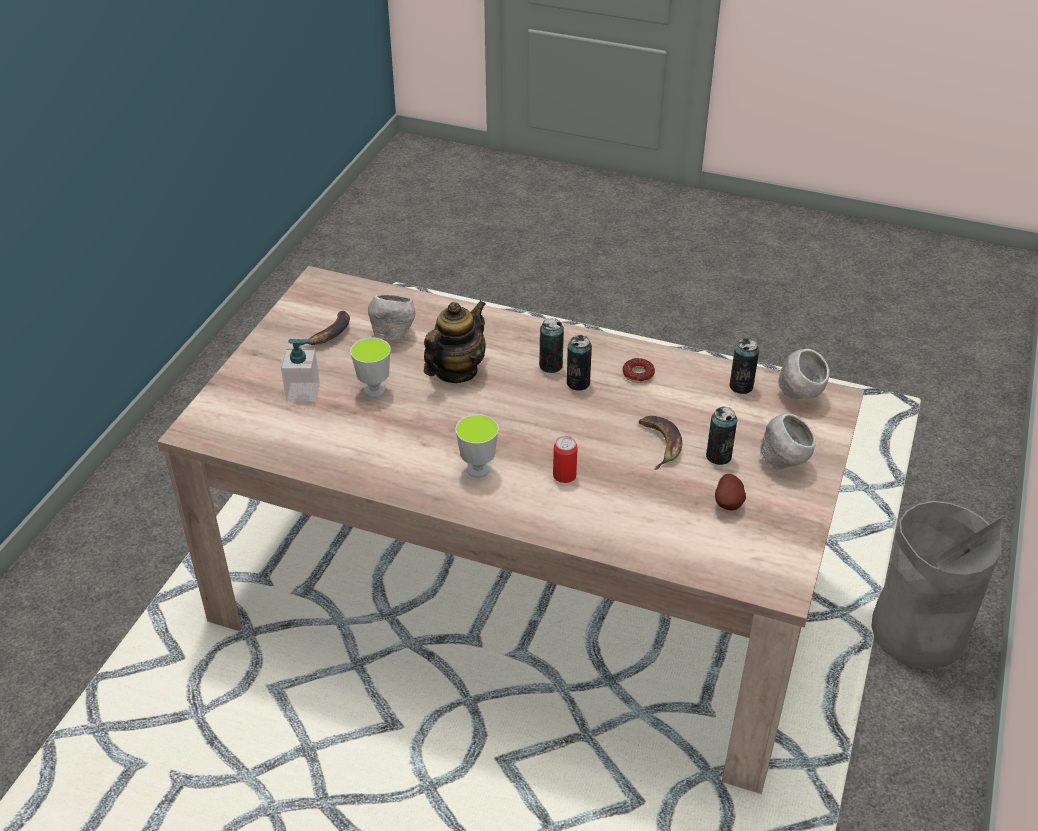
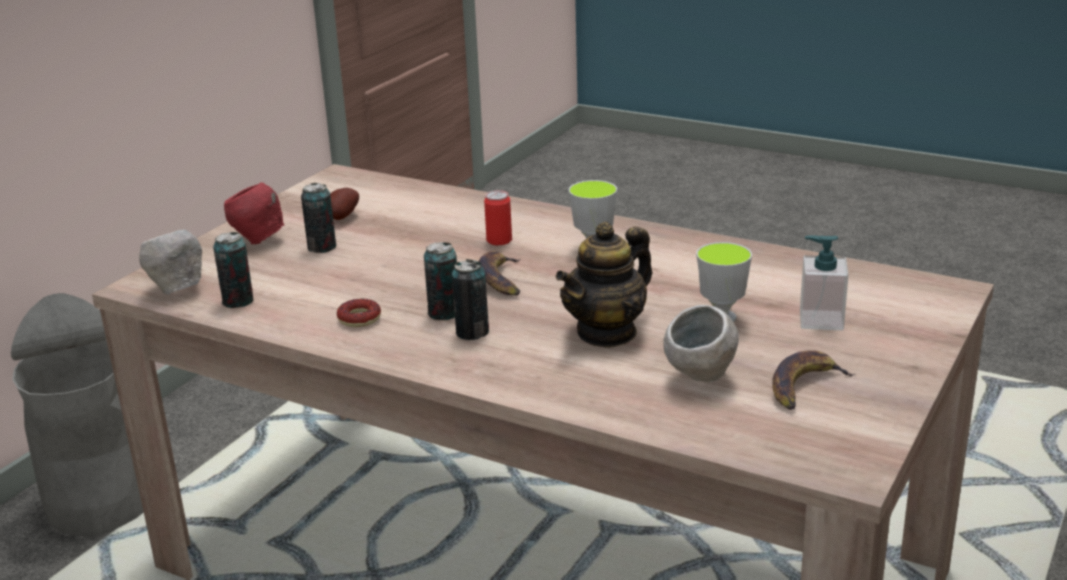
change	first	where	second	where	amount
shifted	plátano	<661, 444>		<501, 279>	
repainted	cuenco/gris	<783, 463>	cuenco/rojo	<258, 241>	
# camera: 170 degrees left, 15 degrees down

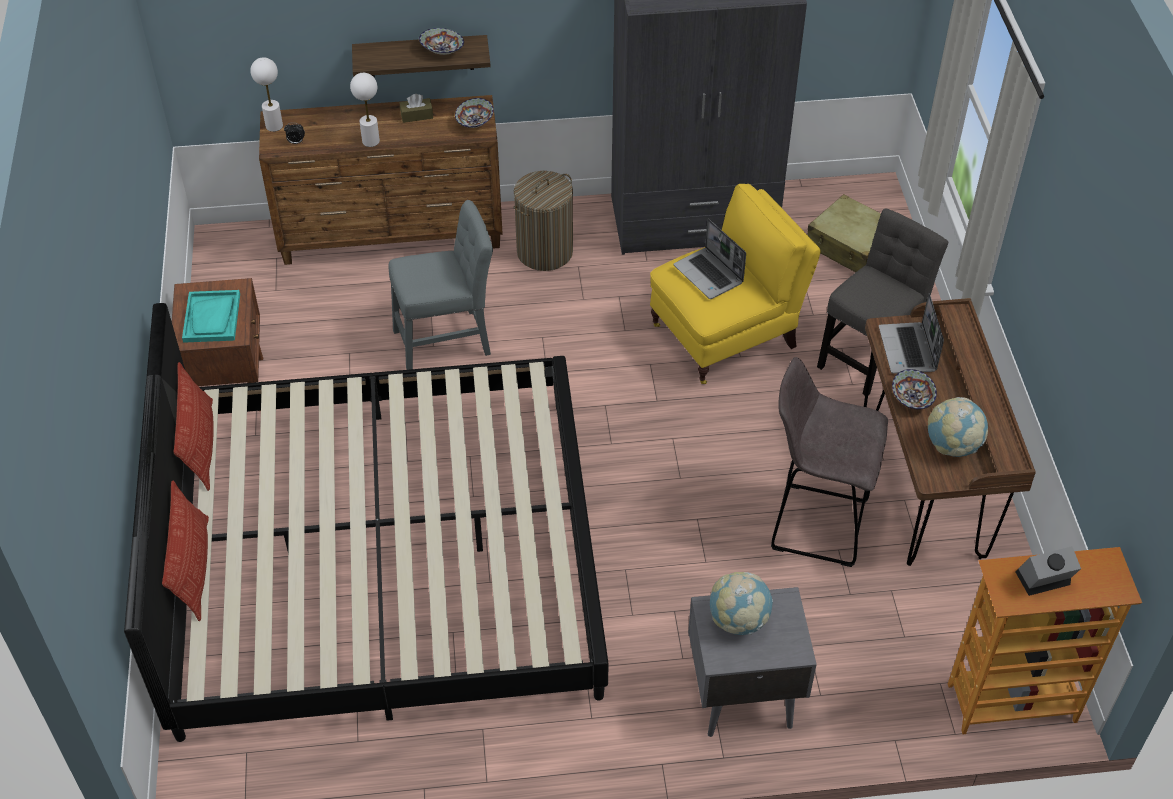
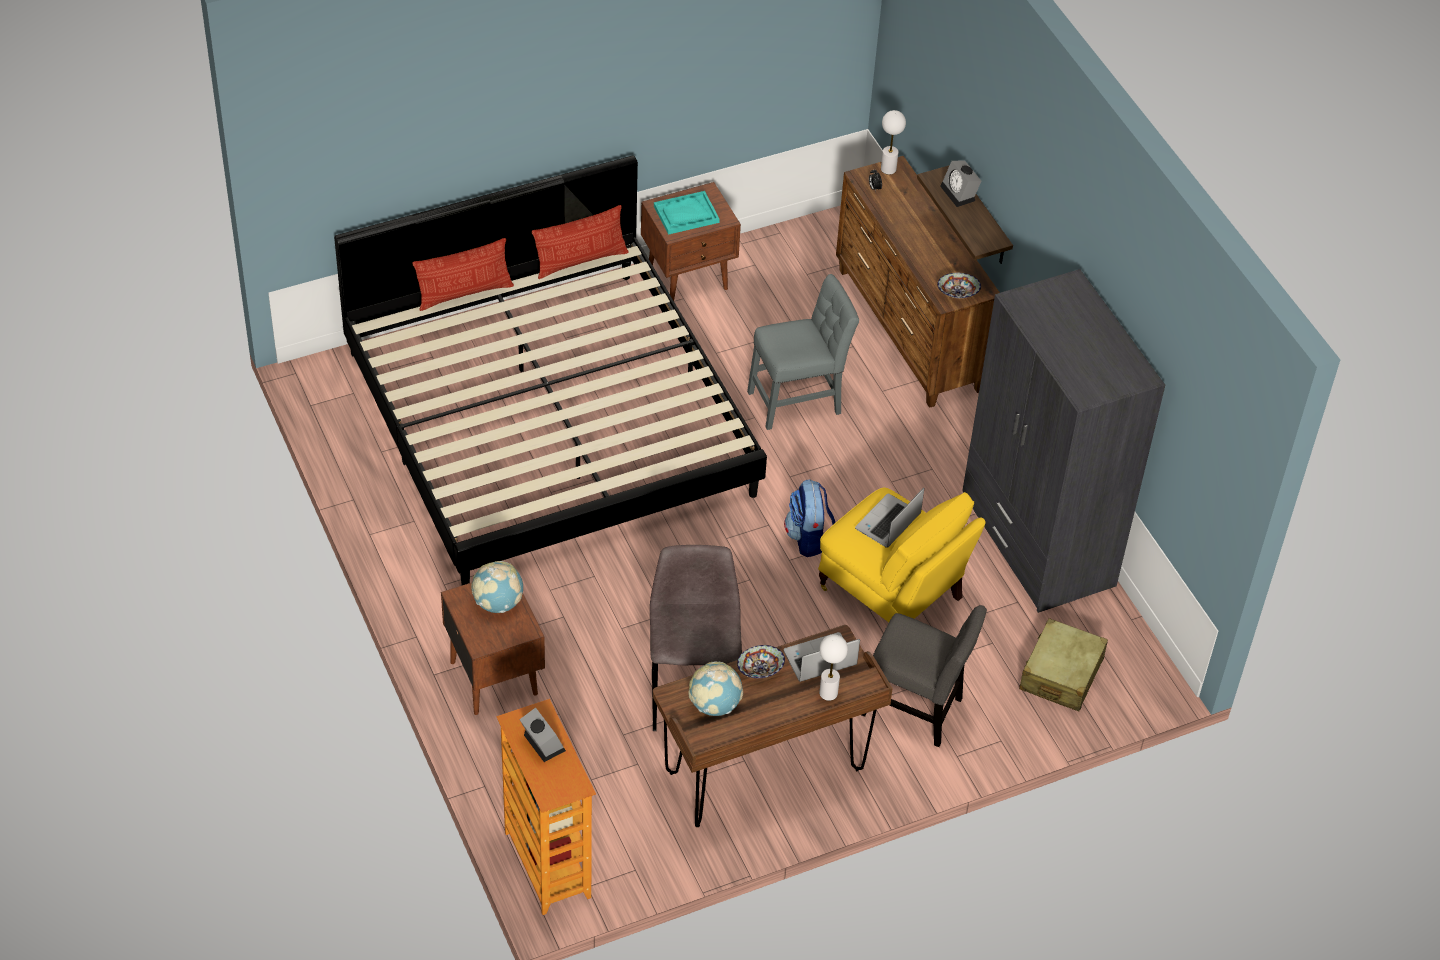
change	first	where	second	where	amount
shifted	lámpara de mesa/blanco	<371, 141>		<828, 693>	
rotated	silla/gris	<447, 340>		<799, 400>	75 degrees counterclockwise
gone	caja de pañuelos/marrón	<417, 115>			
gone	cuenco	<442, 51>			
gone	cesto de la ropa	<545, 251>			
repainted	mesita de noche/gris	<741, 696>	mesita de noche/marrón	<494, 676>	
new			mochila	<808, 538>	
new			despertador	<960, 193>	
# camera: 70 degrees right, 0 degrees up

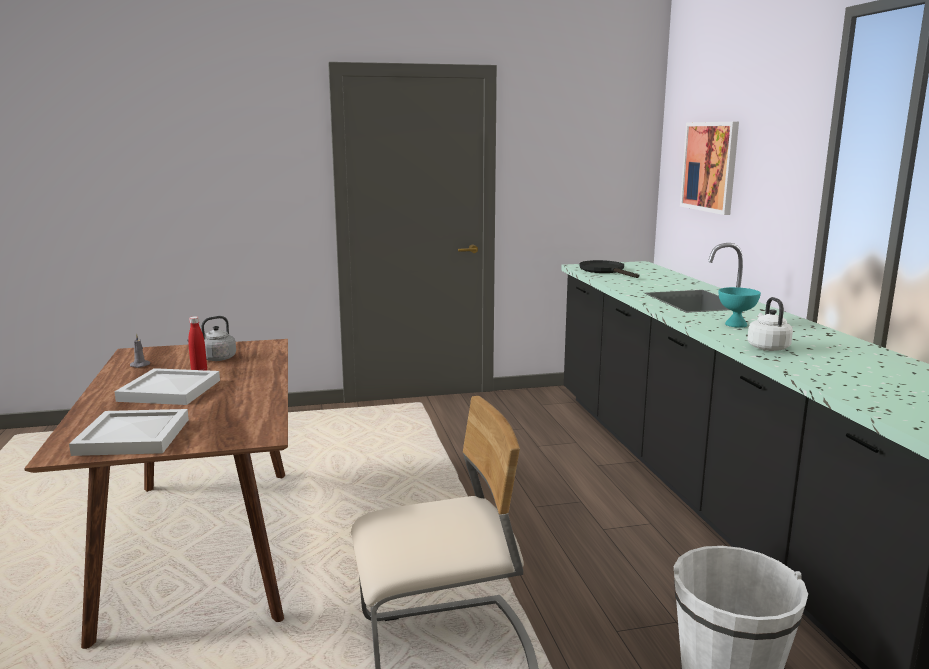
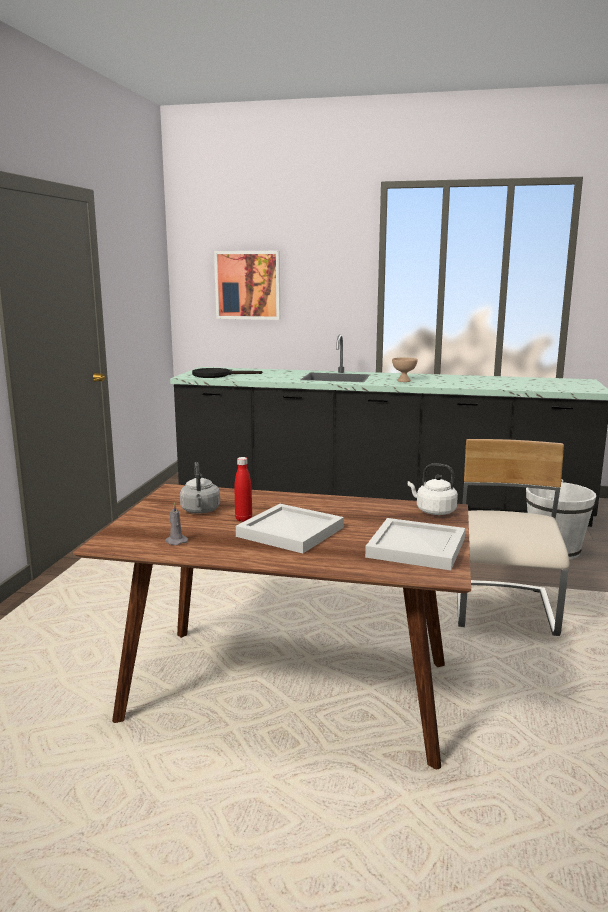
change	first	where	second	where	amount
repainted	cuenco/turquesa	<735, 324>	cuenco/beis	<403, 381>	
shifted	hervidor/blanco	<767, 347>		<433, 511>	
# camera: 65 degrees left, 0 degrees up

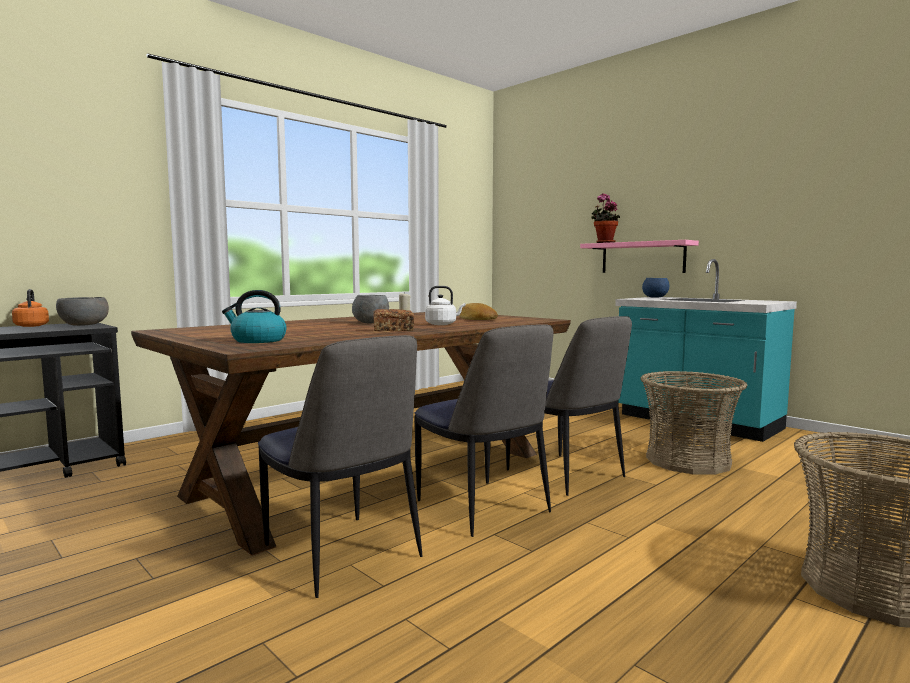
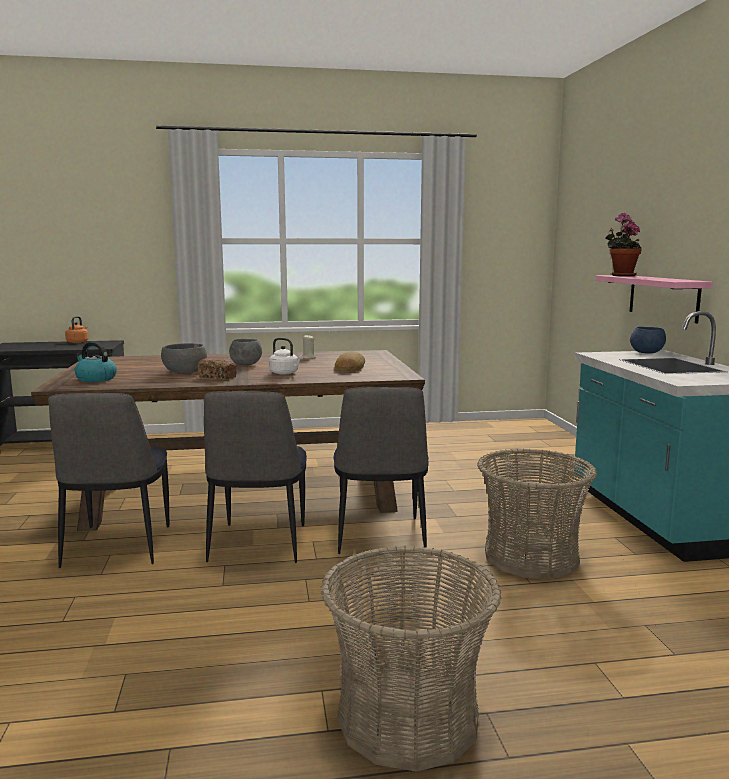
change	first	where	second	where	amount
shifted	cuenco/gris	<84, 324>		<185, 372>	
# camera: 35 degrees right, 5 degrees up

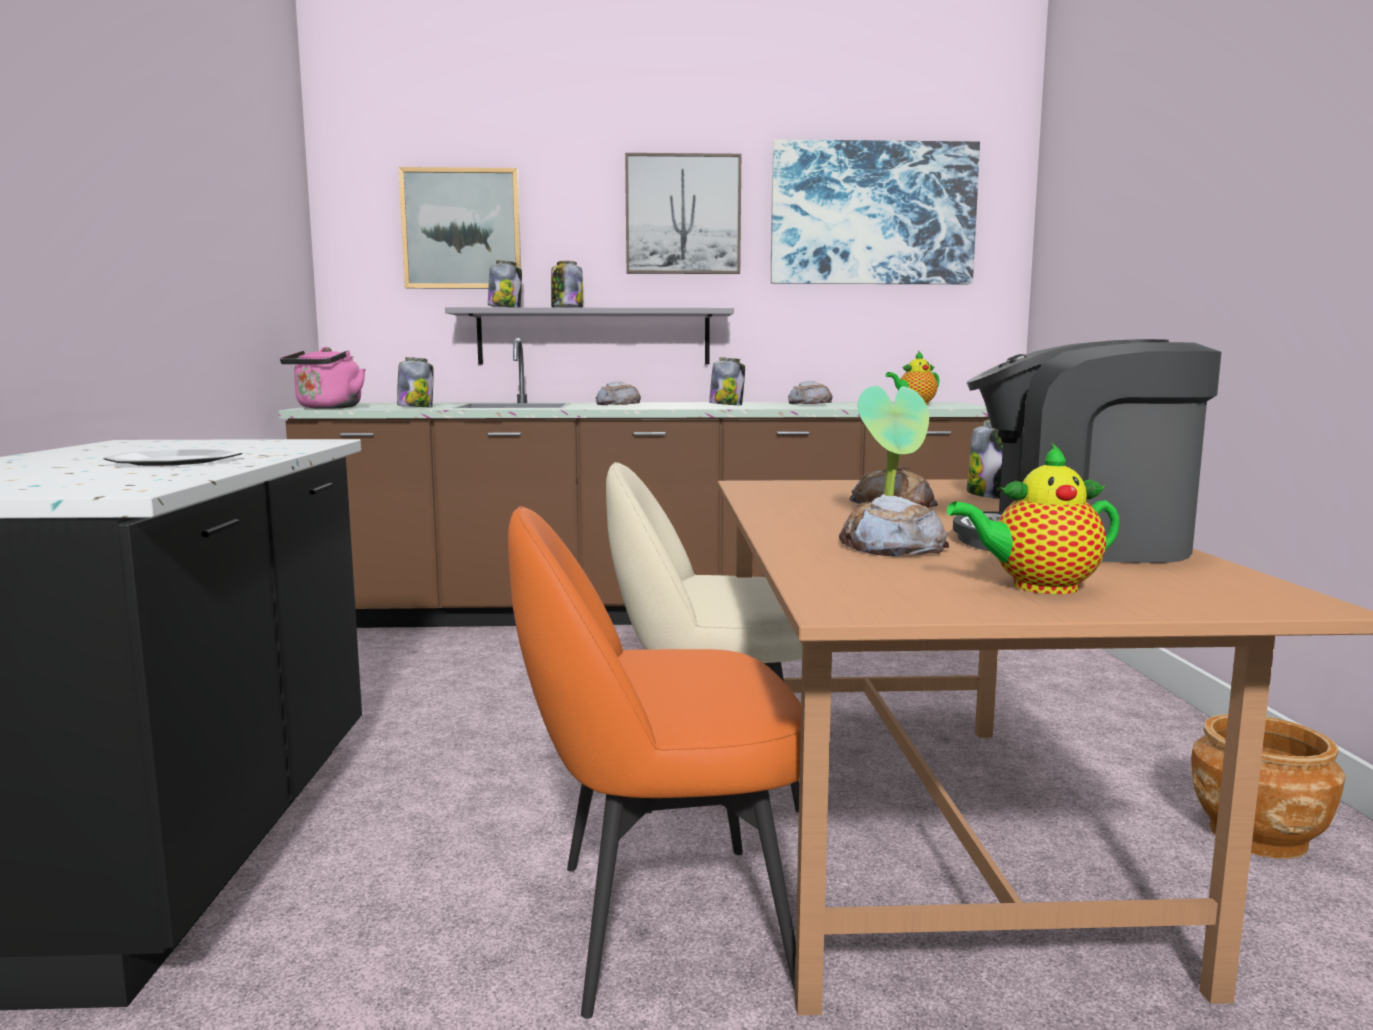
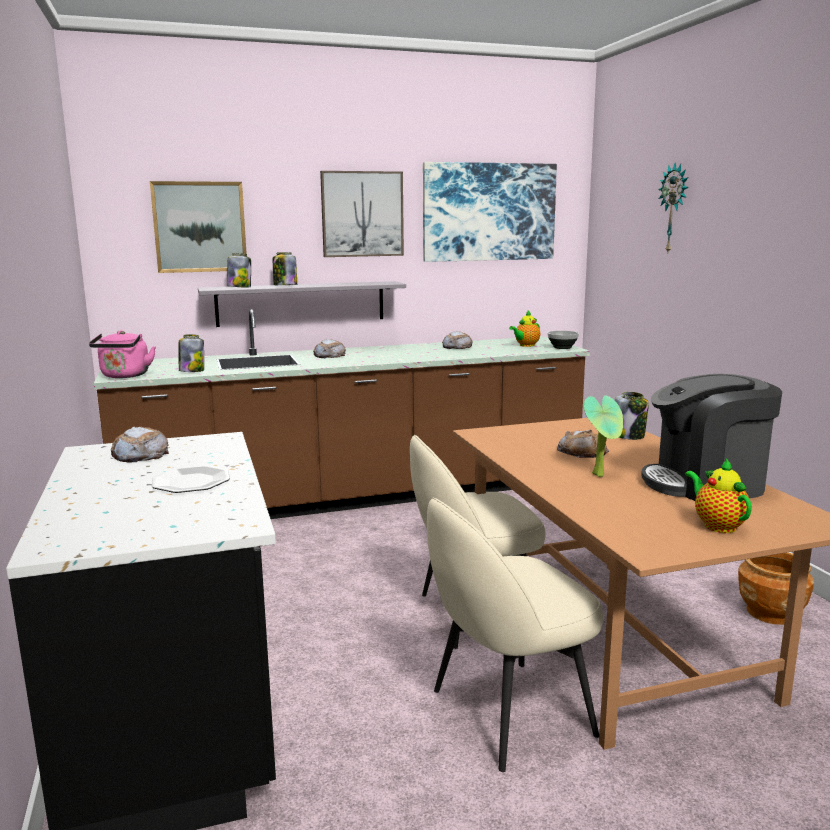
change	first	where	second	where	amount
repainted	silla/naranja	<662, 922>	silla/beis	<507, 713>	
gone	tarro	<726, 405>			
shifted	pan	<891, 546>		<140, 454>	
rotated	tetera	<1037, 587>		<717, 525>	90 degrees clockwise
new			cuenco	<562, 347>	
new			reloj de pared	<674, 208>	
# camera: 15 degrees left, 5 degrees up

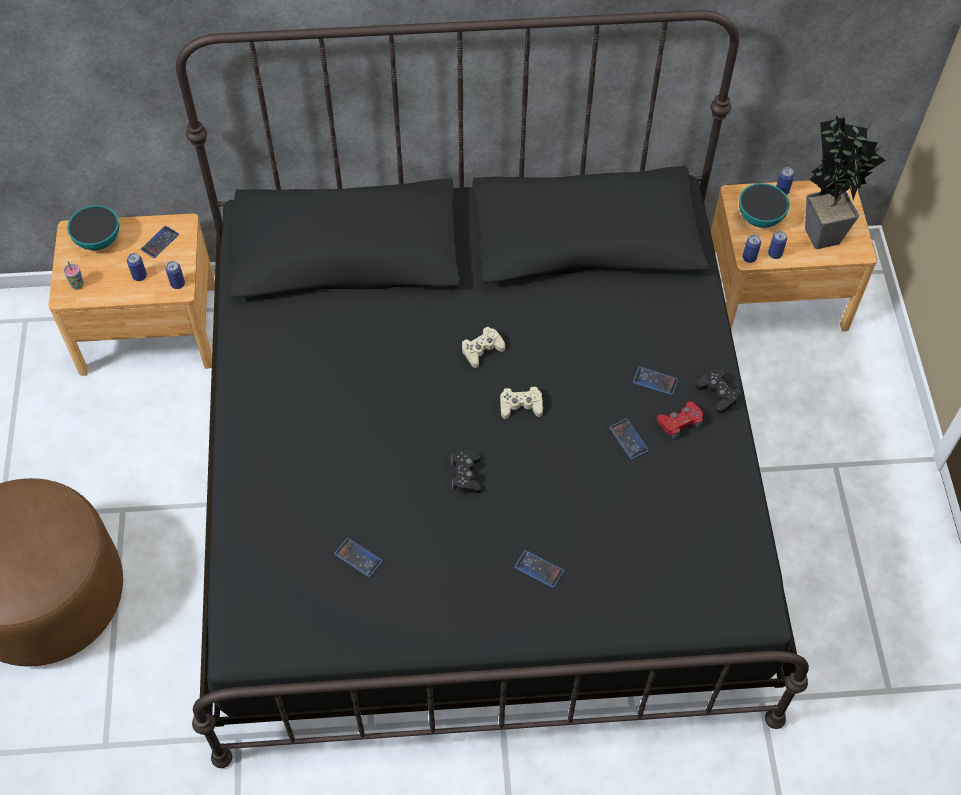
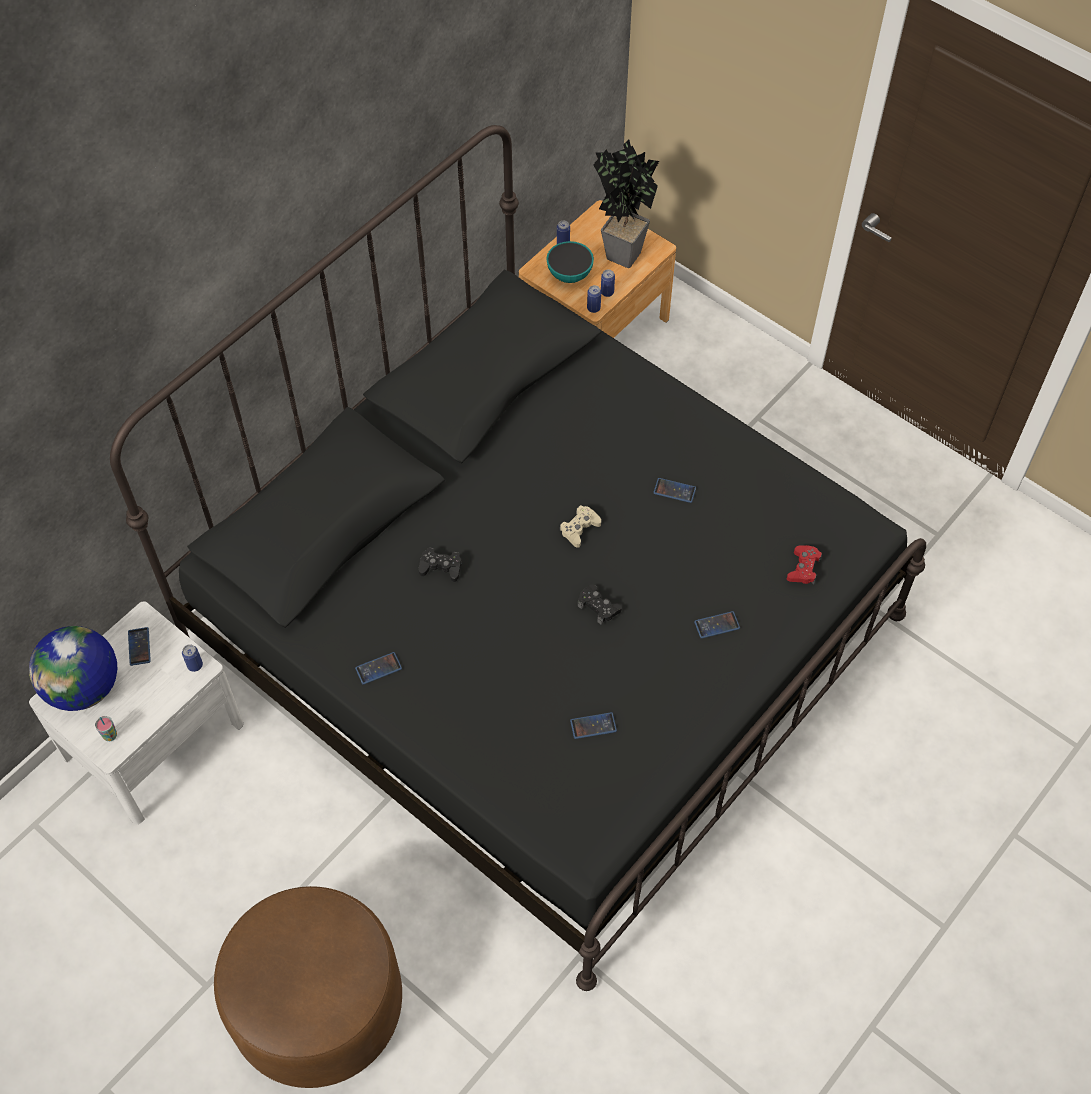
change	first	where	second	where	amount
repainted	mesita de noche/marrón	<148, 328>	mesita de noche/blanco	<153, 739>	
swapped	cuenco	<98, 240>	globo terráqueo	<84, 688>	
gone	lata	<139, 276>			
gone	mando de consola/beis	<482, 350>			
shifted	móvil	<655, 381>		<378, 668>	
shifted	mando de consola/rojo	<680, 422>		<803, 568>	
shifted	mando de consola/negro	<717, 394>		<441, 567>	
# camera: 45 degrees left, 0 degrees up

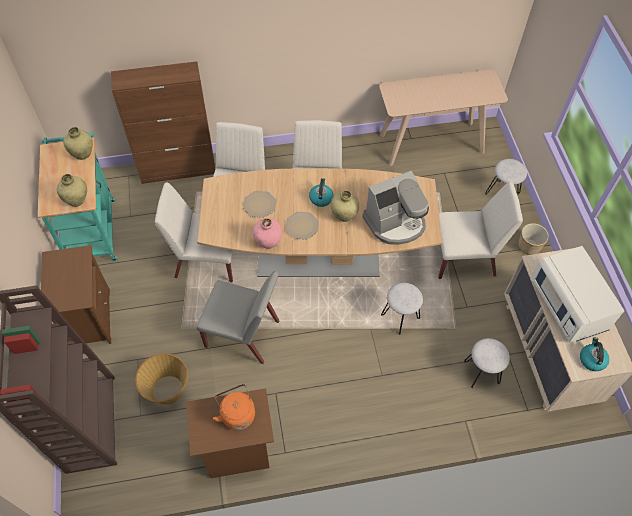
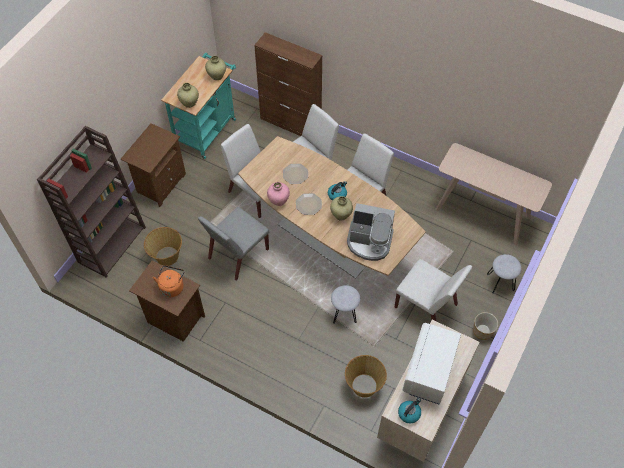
change	first	where	second	where	amount
rotated	silla/gris	<243, 334>		<238, 254>	75 degrees clockwise
swapped	taburete/gris	<481, 372>	cesta	<364, 385>	
# camera: 40 degrees right, 0 degrees up

